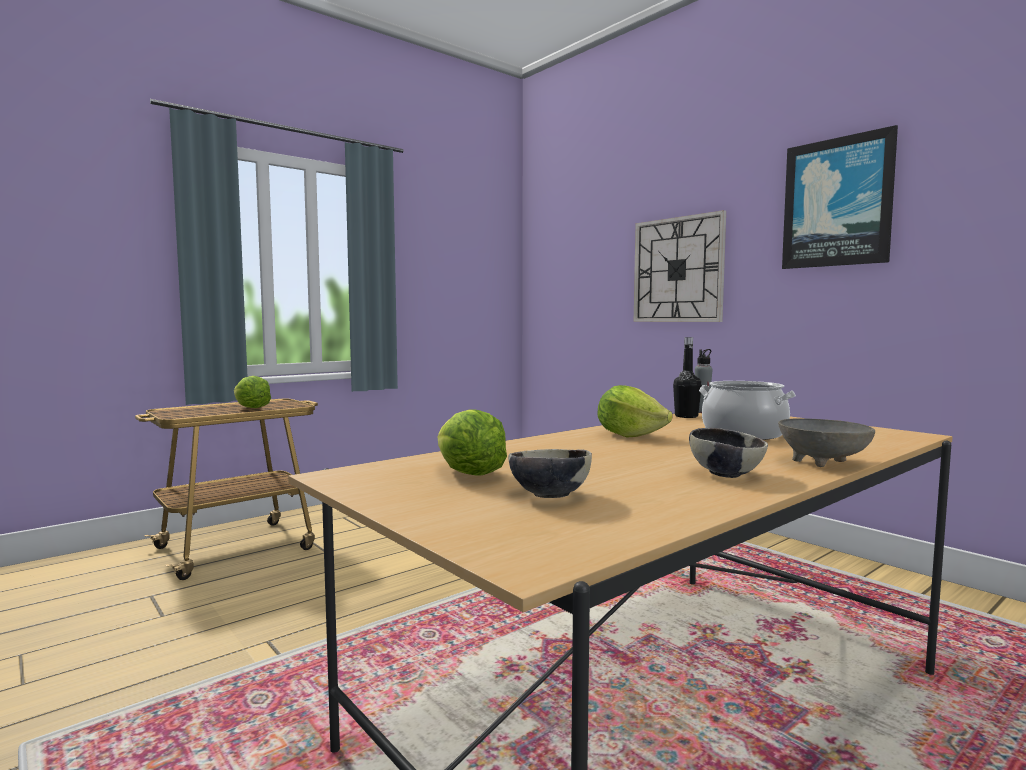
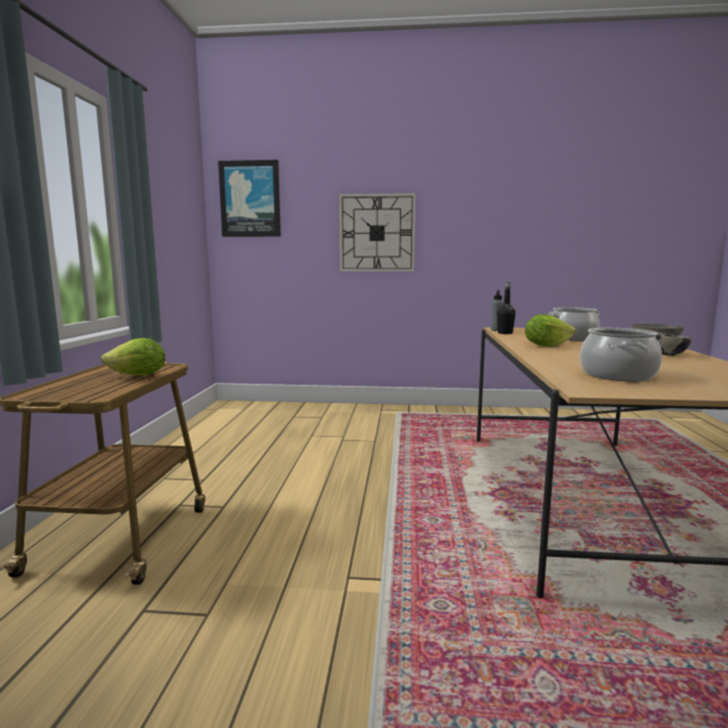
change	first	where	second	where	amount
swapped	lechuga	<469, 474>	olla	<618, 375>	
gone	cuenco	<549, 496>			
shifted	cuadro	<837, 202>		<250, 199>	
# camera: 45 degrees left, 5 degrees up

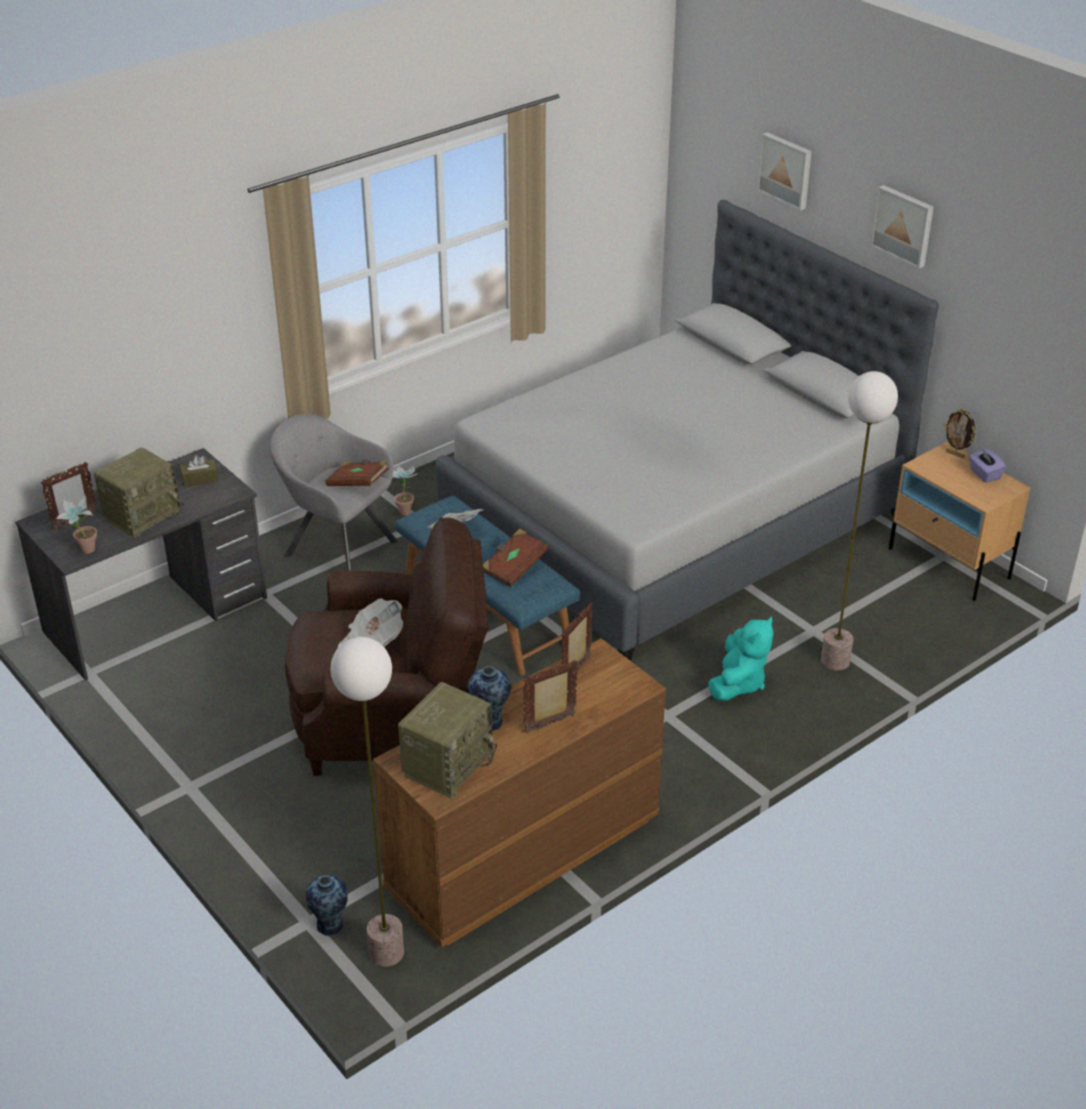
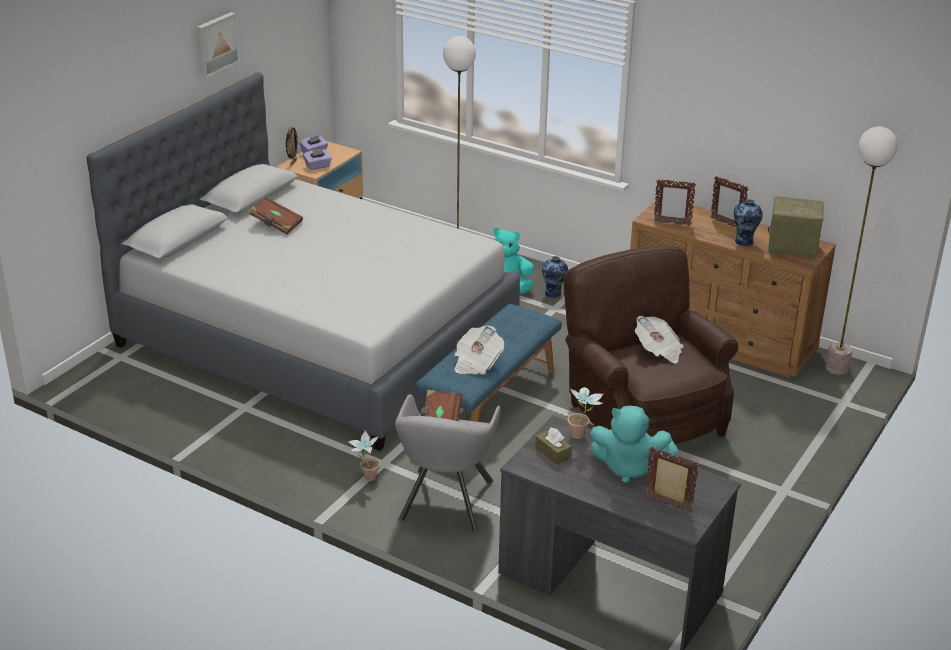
change	first	where	second	where	amount
shifted	planta en maceta	<84, 552>		<582, 436>	
swapped	radio	<143, 515>	peluche/turquesa	<629, 468>	
shifted	florero	<330, 926>		<553, 294>	
shifted	libro/marrón	<514, 567>		<276, 224>	
gone	cuadro	<786, 170>			
new			caja de pañuelos/morado	<318, 166>	
# camera: 110 degrees left, 5 degrees down

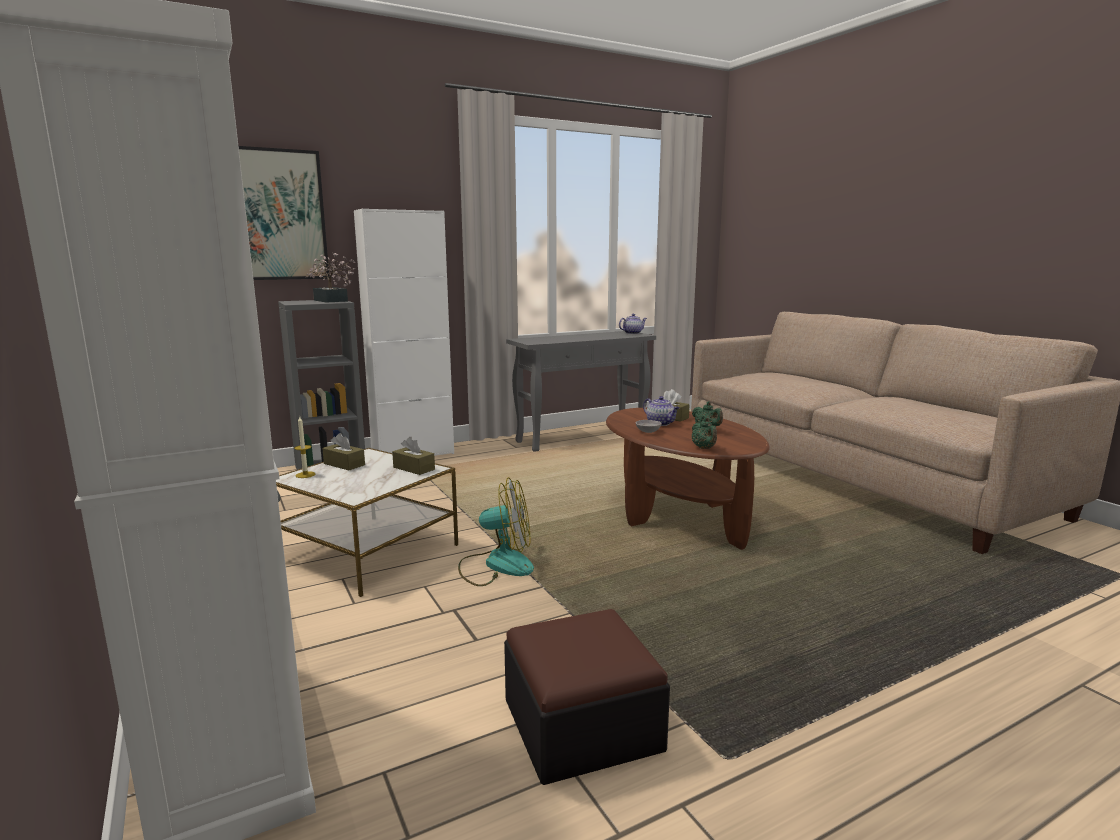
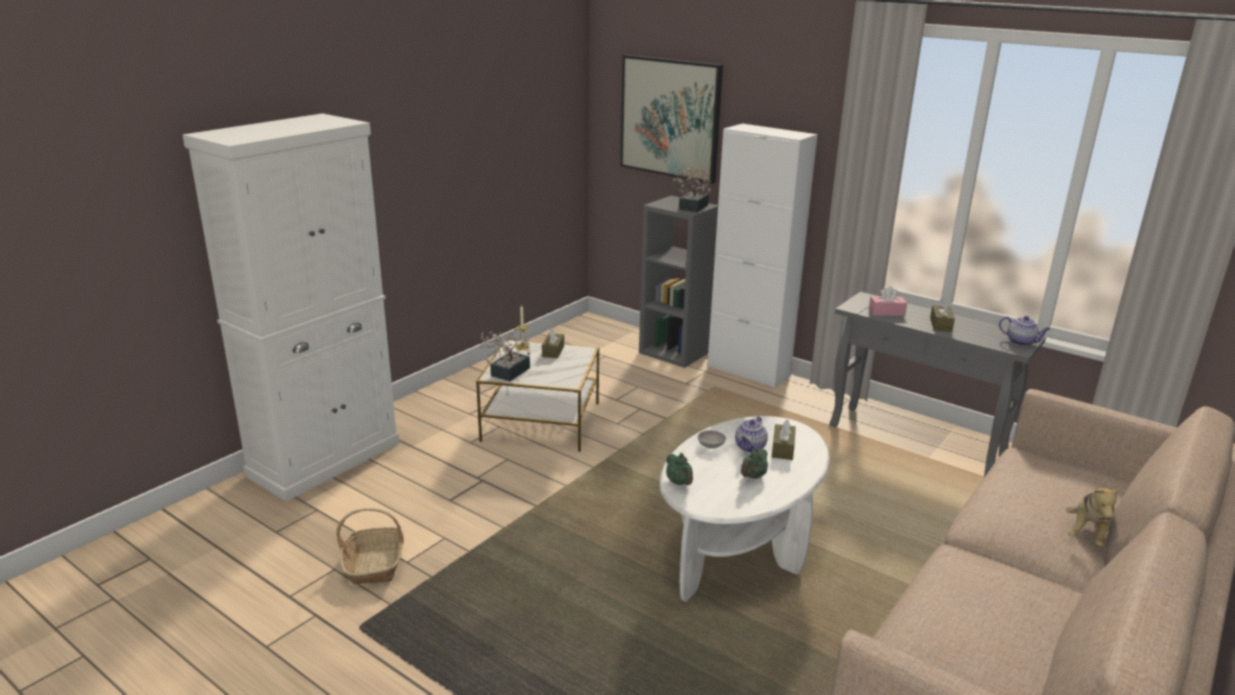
change	first	where	second	where	amount
shifted	caja de pañuelos/marrón	<414, 468>		<941, 325>	
gone	ventilador	<497, 565>			
swapped	puf	<582, 725>	cesta	<374, 564>	
repainted	mesa de centro/marrón	<678, 515>	mesa de centro/blanco	<738, 548>	
rotated	tetera/verde	<704, 448>		<679, 483>	75 degrees counterclockwise
new			planta en maceta	<507, 373>	
new			caja de pañuelos/rosa	<886, 312>	
new			peluche	<1088, 533>	
# camera: 65 degrees right, 10 degrees up

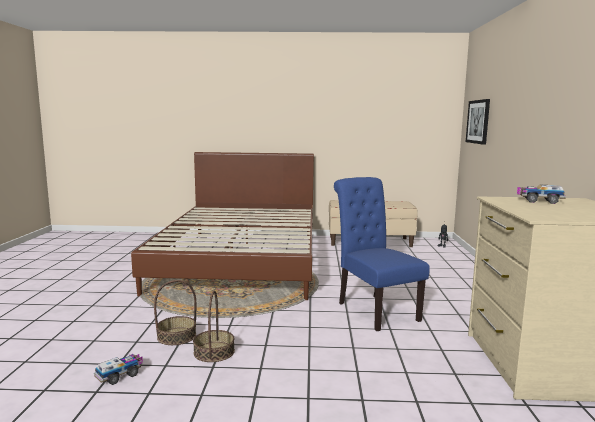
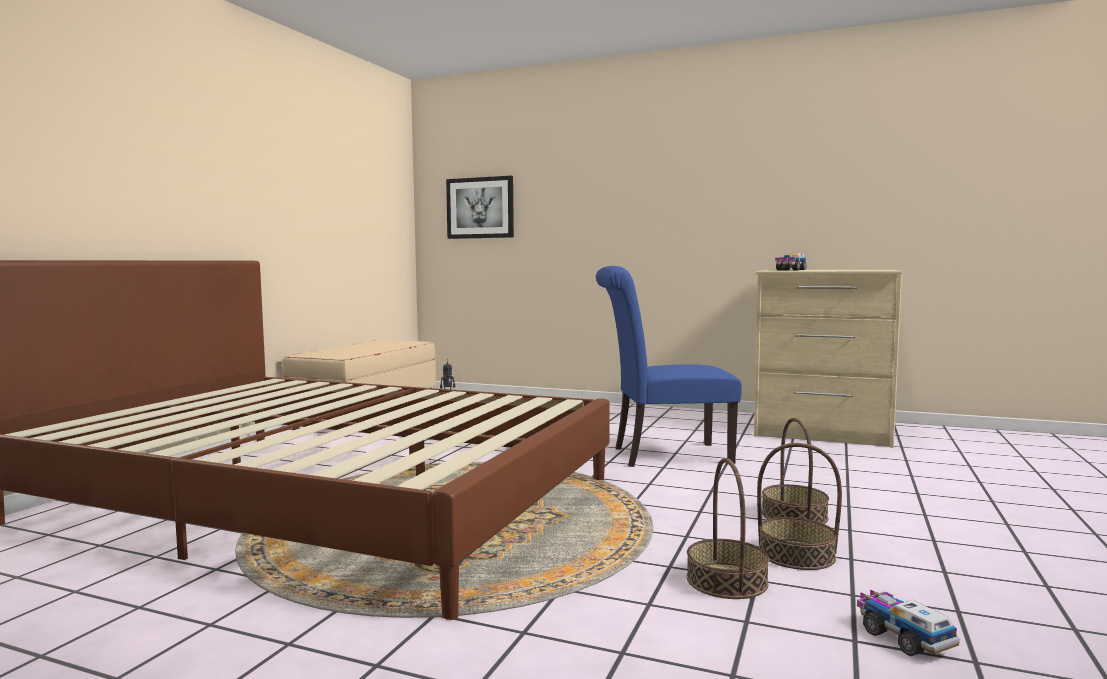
change	first	where	second	where	amount
new			cesta	<794, 515>	
# camera: 70 degrees left, 5 degrees down

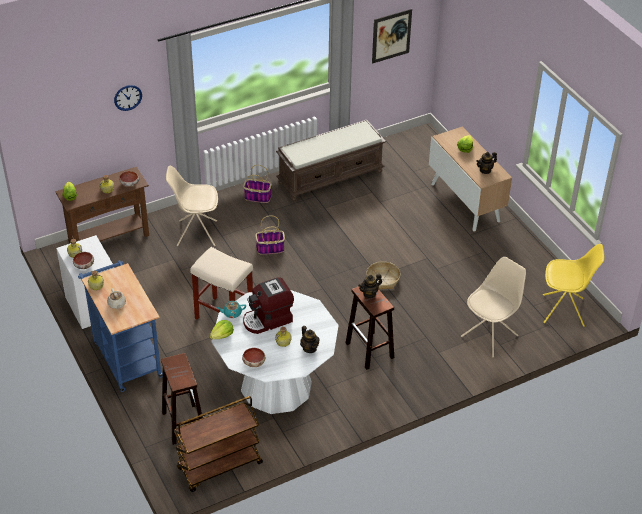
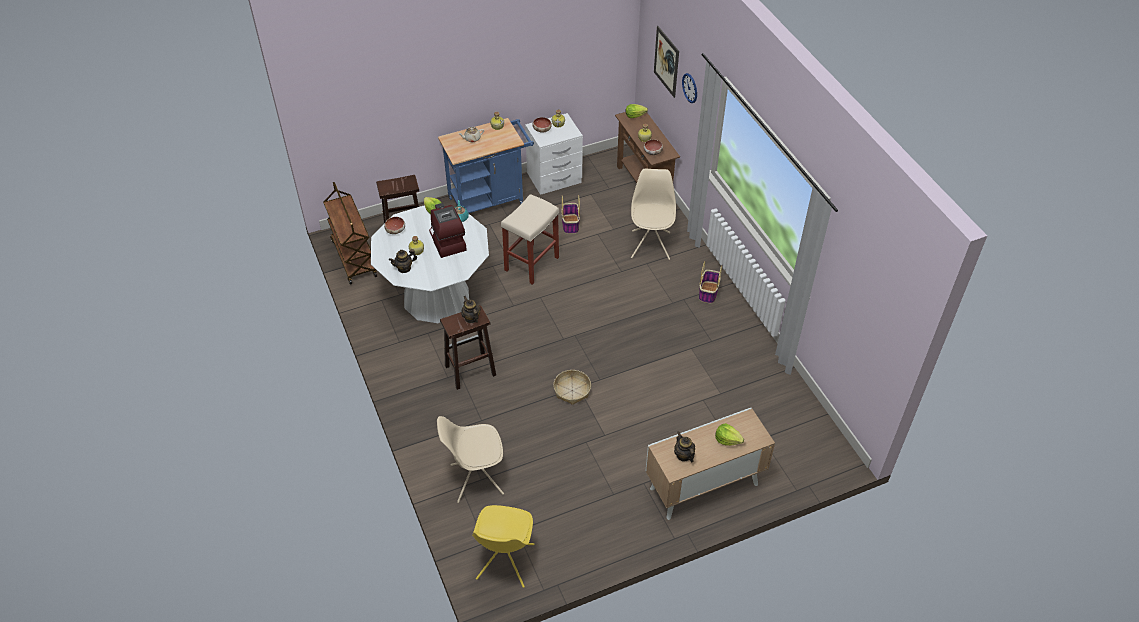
change	first	where	second	where	amount
shifted	cesta	<270, 248>		<570, 224>	
gone	banco/marrón	<330, 176>			
shifted	cuadro	<391, 36>		<666, 61>	
rotated	silla/beis	<490, 335>		<475, 479>	120 degrees clockwise
# camera: 95 degrees right, 5 degrees up

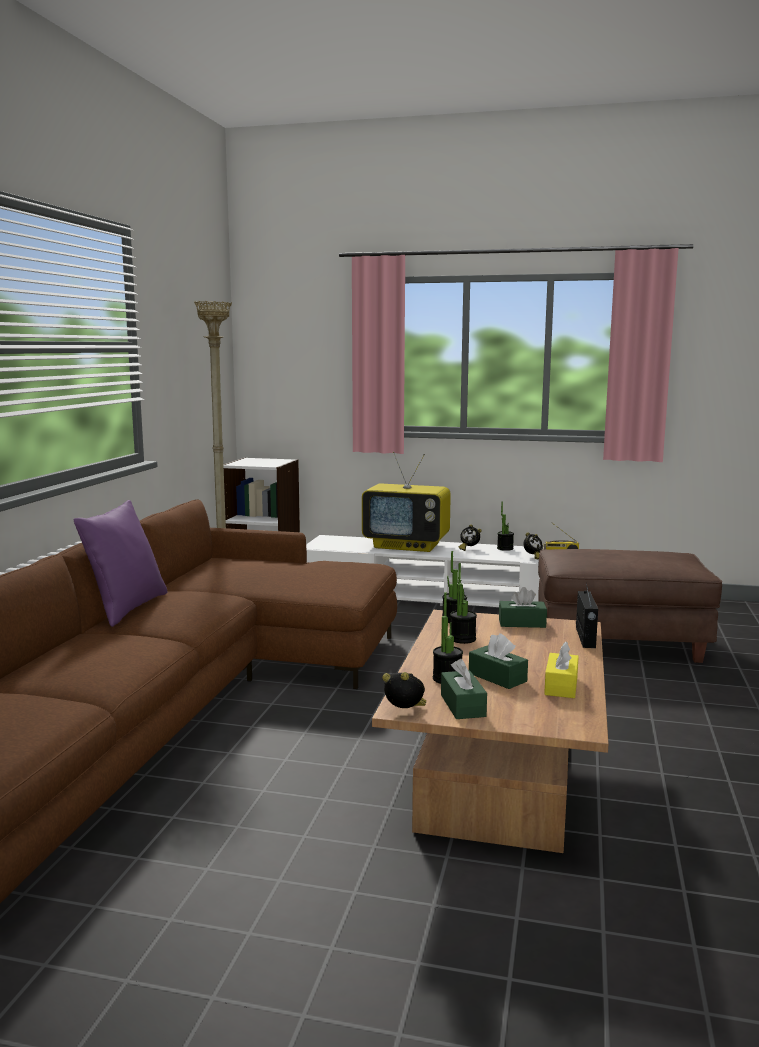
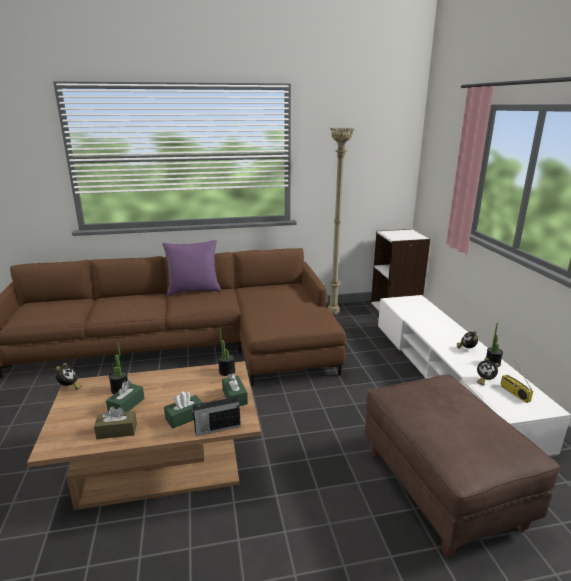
change	first	where	second	where	amount
gone	televisor	<407, 546>			
shifted	caja de pañuelos/verde	<463, 705>		<185, 417>	
gone	planta en maceta	<462, 639>			
repainted	caja de pañuelos/amarillo	<561, 686>	caja de pañuelos/marrón	<117, 431>	
# camera: 65 degrees right, 10 degrees up

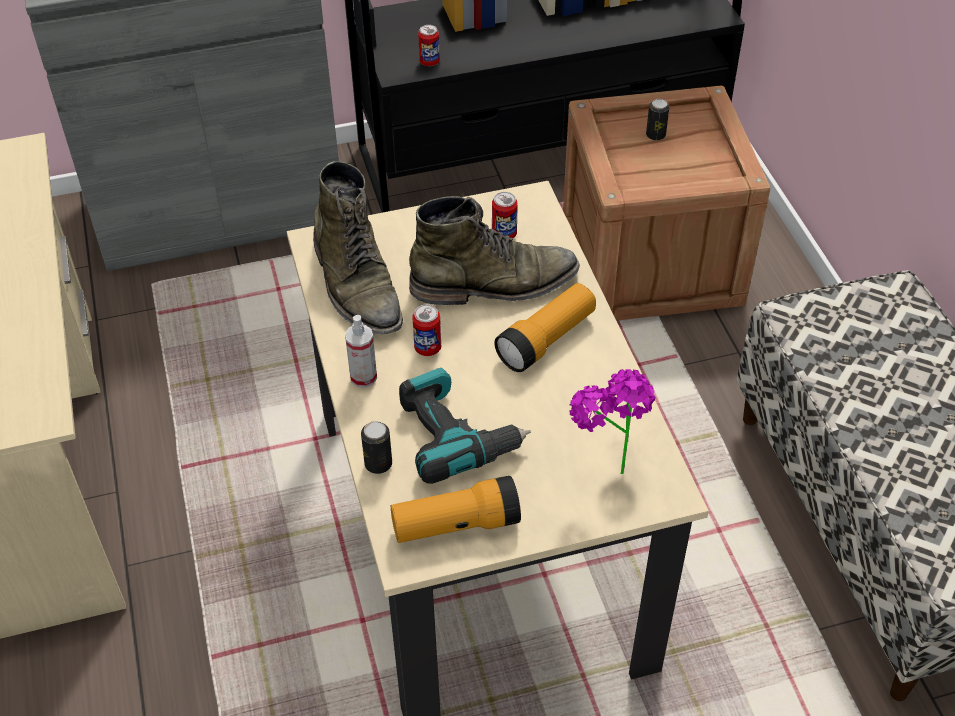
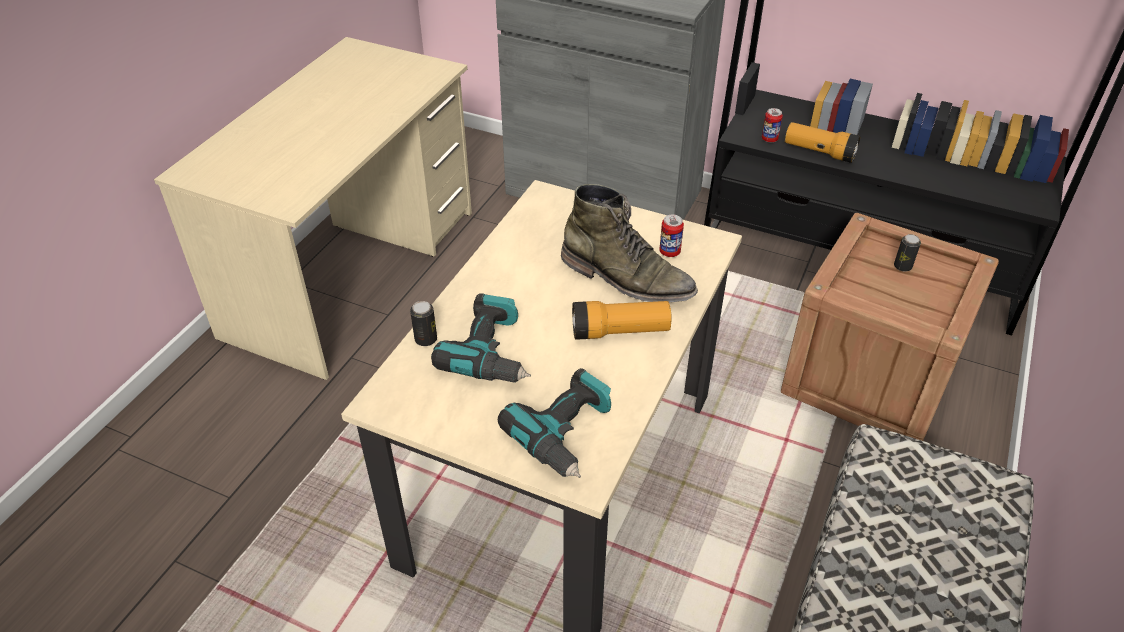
change	first	where	second	where	amount
gone	bota/verde	<356, 284>			
gone	pulverizador	<363, 377>			
shifted	linterna	<456, 525>		<819, 152>	
gone	lata	<427, 348>			
swapped	planta en maceta	<607, 464>	taladro	<566, 434>	
# camera: 40 degrees right, 5 degrees down

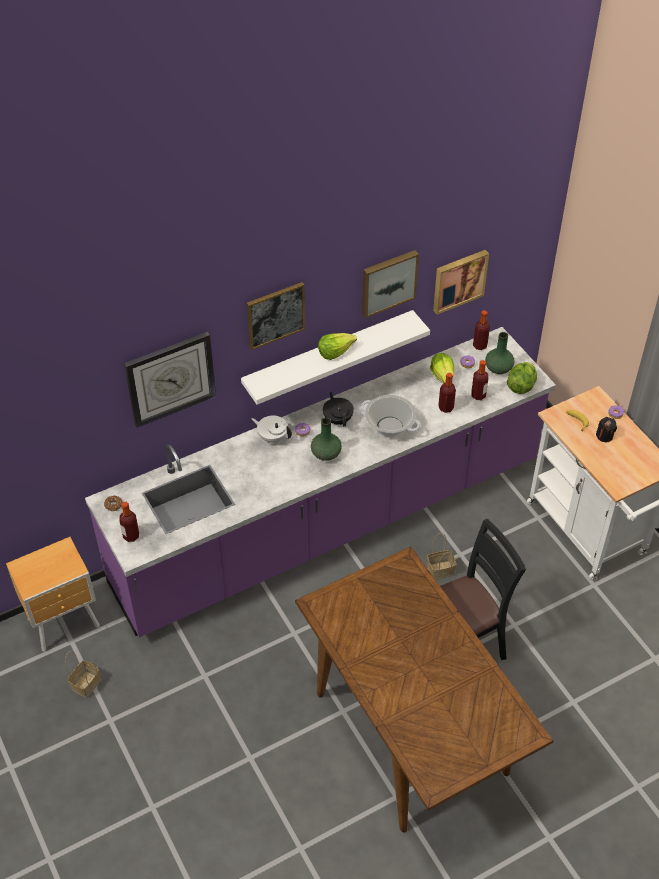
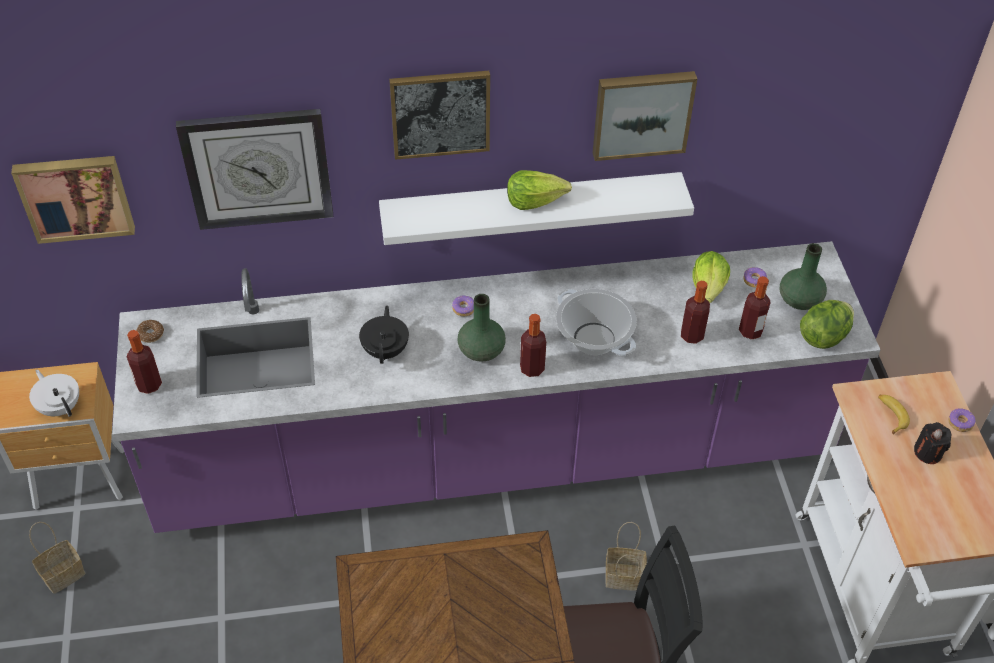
change	first	where	second	where	amount
shifted	tetera/blanco	<272, 437>		<60, 406>	
shifted	tetera/negro	<338, 419>		<386, 350>	
shifted	cuadro	<459, 280>		<75, 196>	
shifted	botella	<480, 345>		<532, 368>	
# camera: 20 degrees right, 0 degrees up

